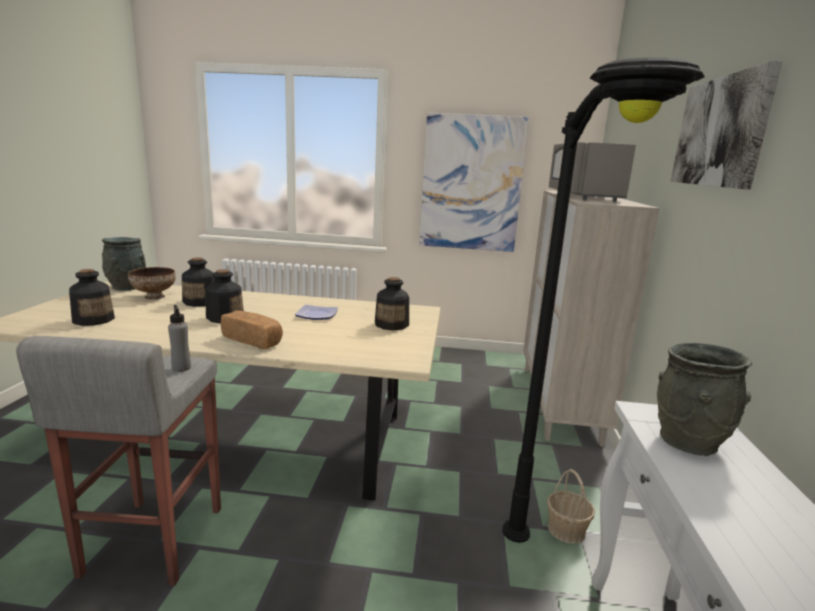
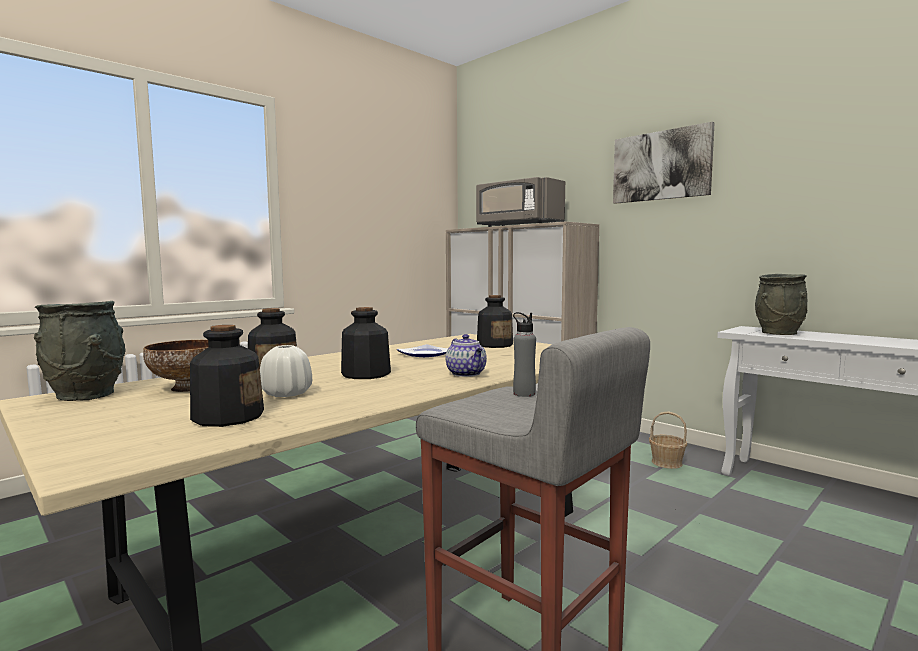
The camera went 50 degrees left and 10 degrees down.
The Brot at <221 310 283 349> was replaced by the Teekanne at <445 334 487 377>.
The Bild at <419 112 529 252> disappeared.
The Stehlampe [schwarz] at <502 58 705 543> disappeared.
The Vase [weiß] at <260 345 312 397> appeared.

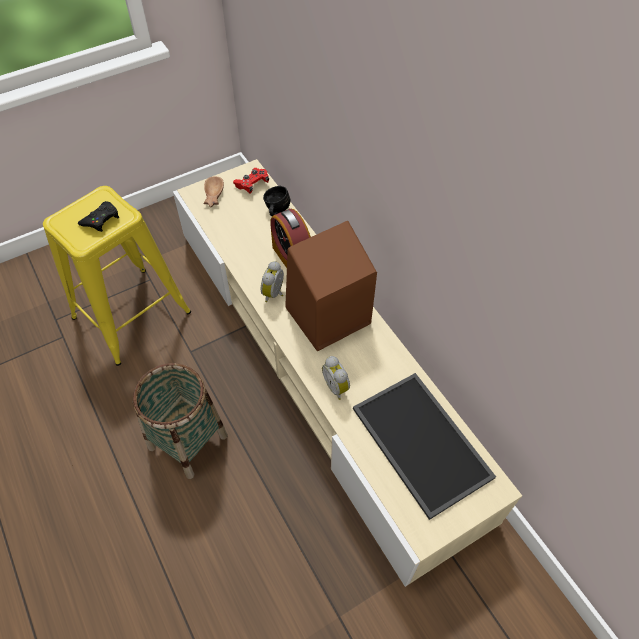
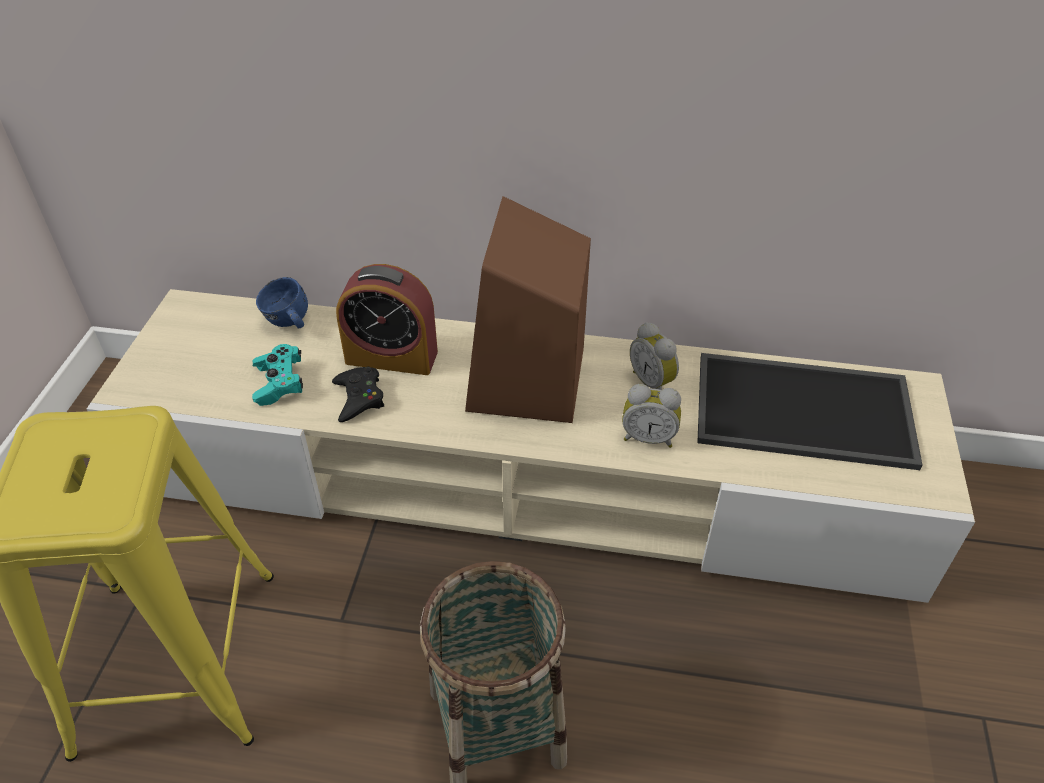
The camera went 50 degrees left and 10 degrees down.
The Gamepad [schwarz] moved from <78 201 119 232> to <332 367 384 422>.
The Schüssel [braun] at <203 177 224 208> disappeared.
The Gamepad [rot] at <233 168 269 194> disappeared.
The Wecker moved from <261 261 284 302> to <630 322 679 390>.
The Henkelbecher [schwarz] at <263 186 290 216> became the Henkelbecher [blau] at <256 277 308 329>.
The Gamepad [türkis] at <252 344 303 406> appeared.

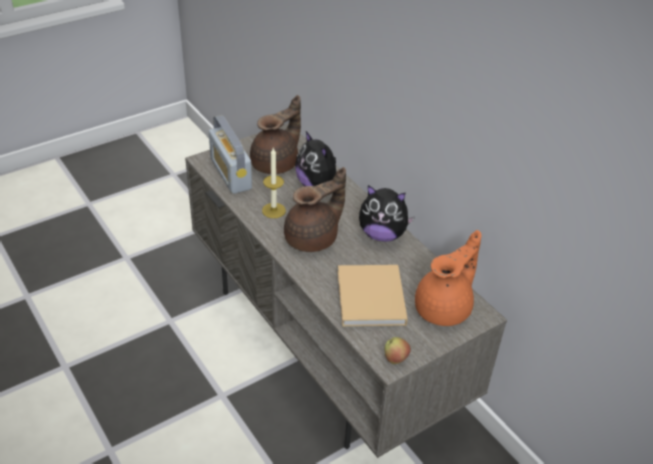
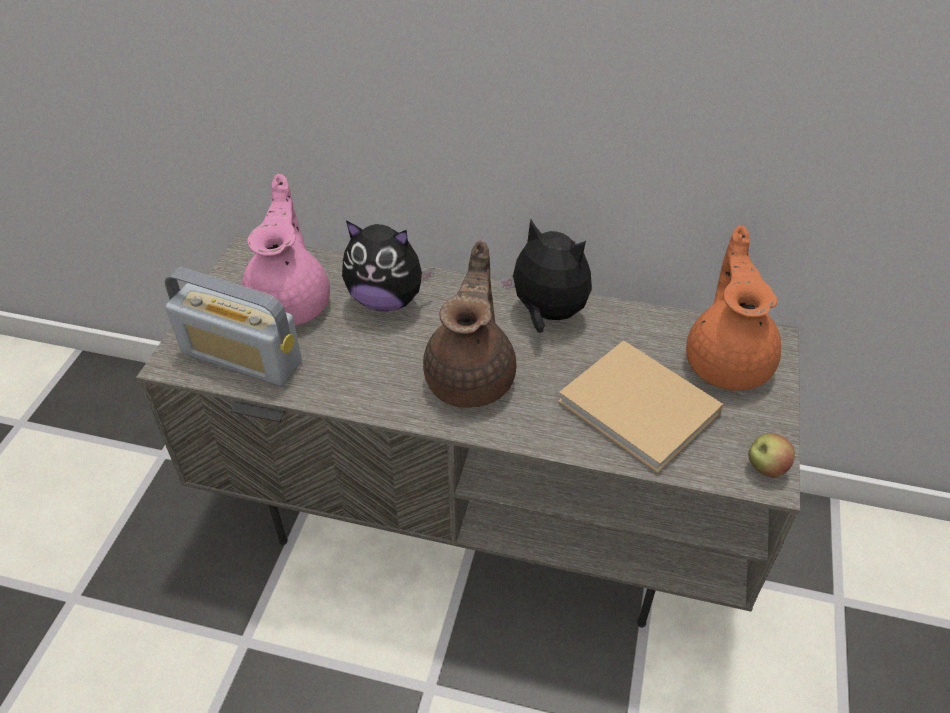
The camera went 40 degrees left and 5 degrees up.
The Teekanne [braun] at <250 95 301 174> became the Teekanne [rosa] at <242 174 330 326>.
The Kerze at <262 148 286 218> disappeared.
The Plüschtier at <359 185 415 242> turned 120 degrees counterclockwise.

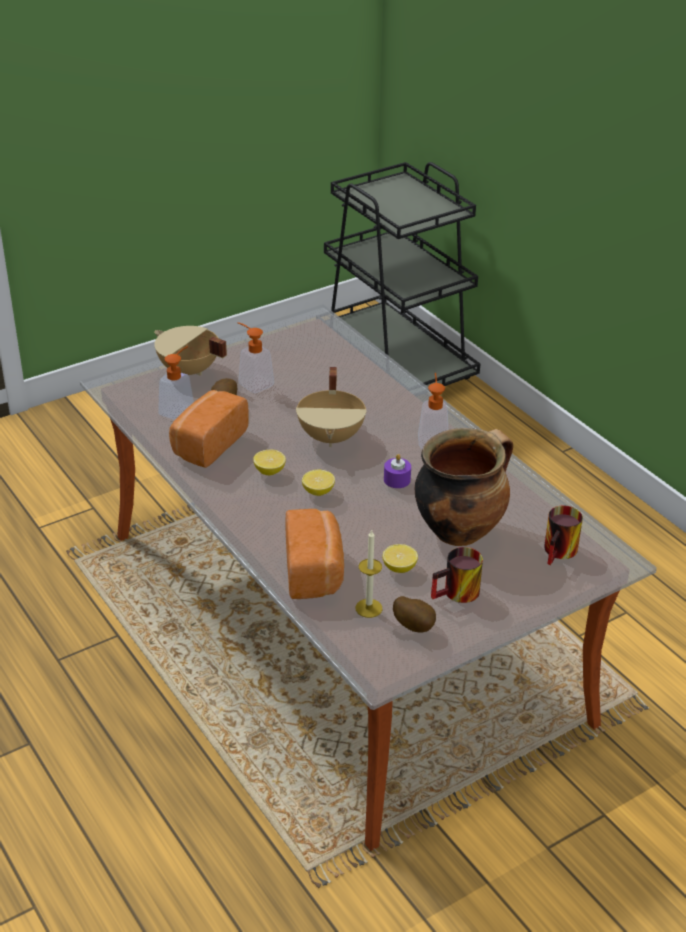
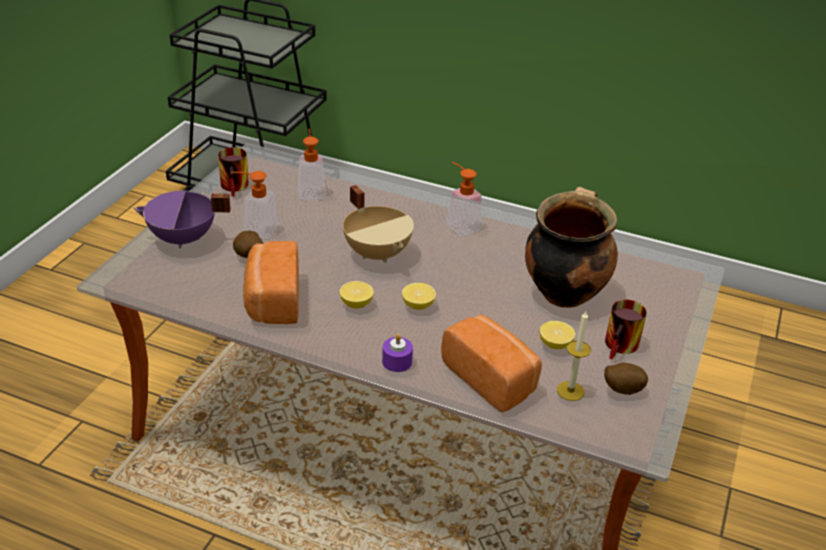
The camera went 35 degrees left and 0 degrees up.
The Kochtopf [beige] at <154 326 227 376> became the Kochtopf [lila] at <134 190 231 248>.
The Seifenspender moved from <158 346 194 420> to <298 129 326 200>.
The Kerze [lila] moved from <384 454 411 488> to <382 334 413 372>.
The Henkelbecher moved from <544 506 583 565> to <218 147 249 196>.

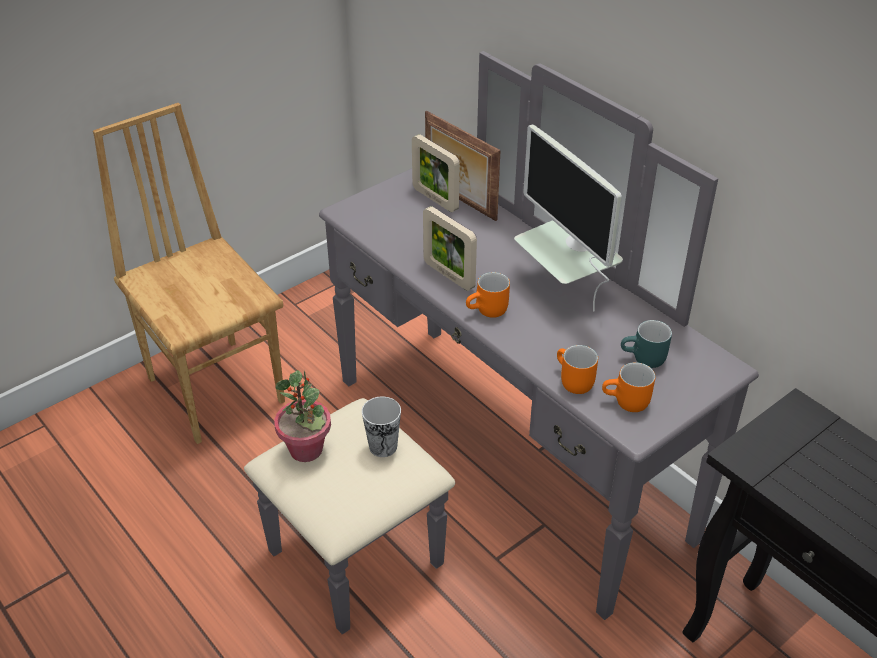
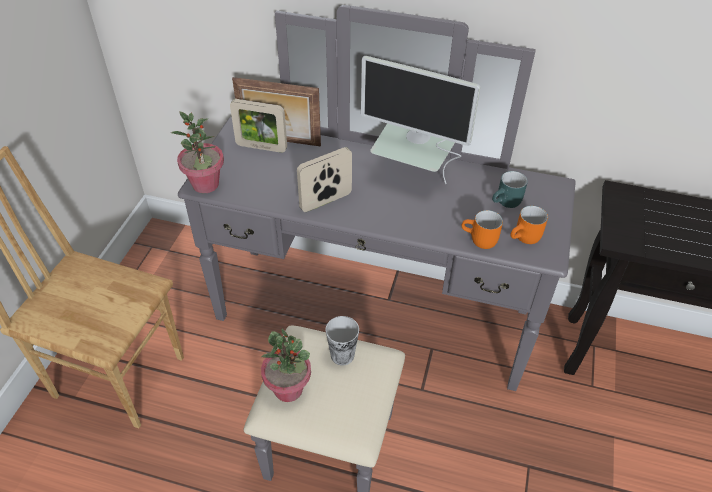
The camera went 35 degrees left and 5 degrees up.
The Bilderrahmen at <423 206 477 291> turned 135 degrees clockwise.
The Henkelbecher [orange] at <466 272 510 318> disappeared.
The Topfpflanze at <171 111 224 193> appeared.

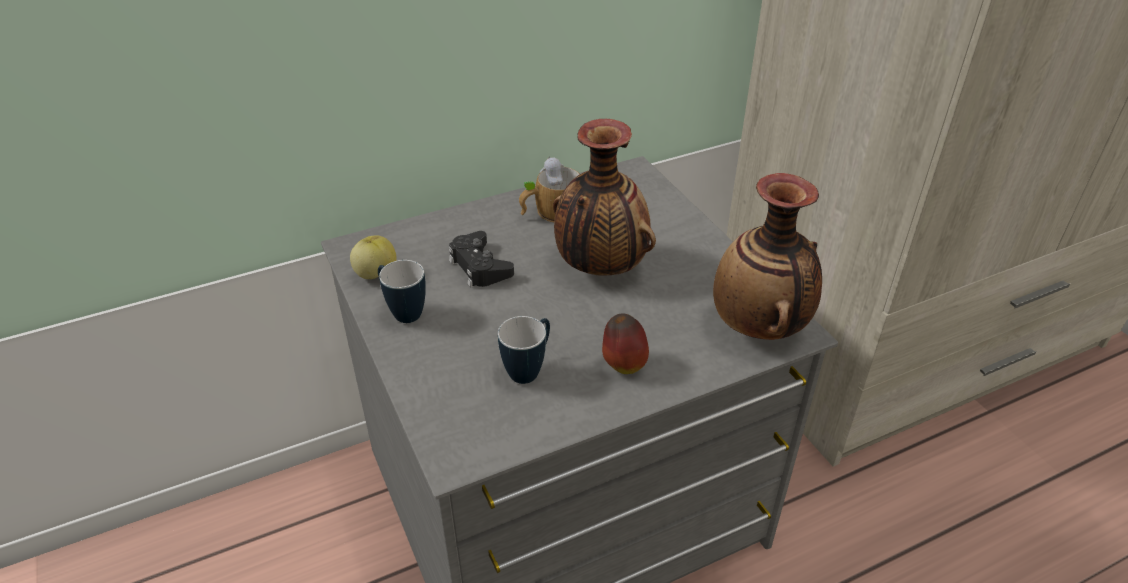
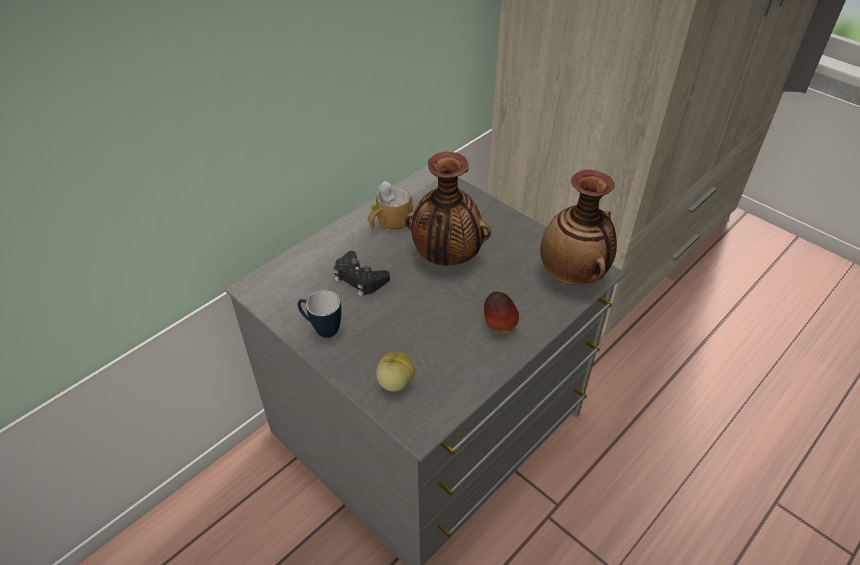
The camera went 20 degrees left and 5 degrees up.
The Apfel moved from <350 235 397 279> to <376 351 415 391>.
The Henkelbecher at <498 316 550 384> disappeared.

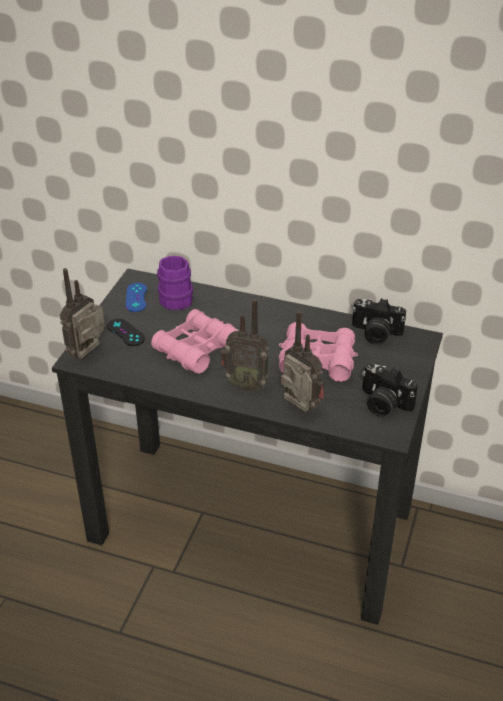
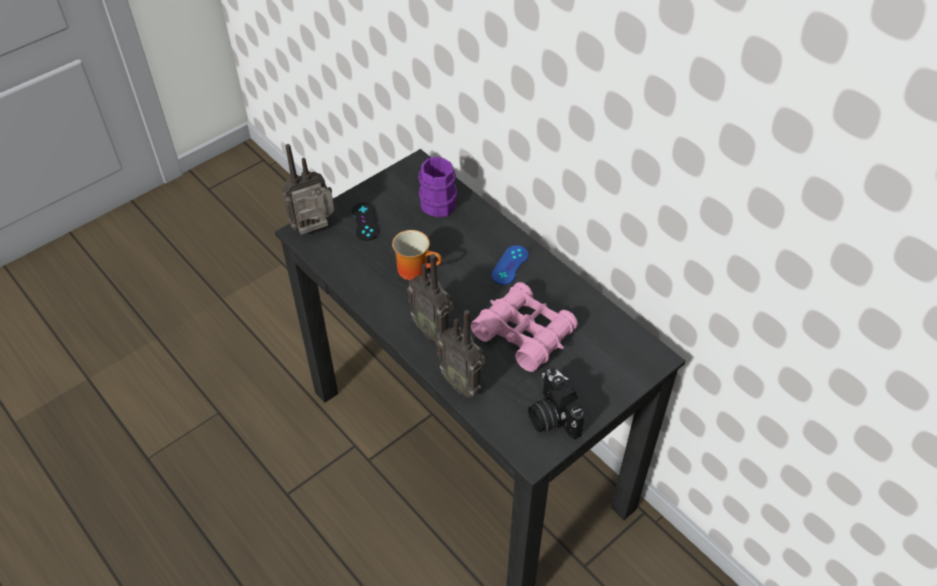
The camera went 30 degrees right and 10 degrees up.
The Gamepad [blau] moved from <126 283 147 312> to <491 245 528 285>.
The Fernglas [rosa] at <151 309 238 374> was replaced by the Henkelbecher at <392 230 442 280>.
The Radio at <281 311 325 412> turned 150 degrees clockwise.
The Kamera at <352 298 406 345> disappeared.

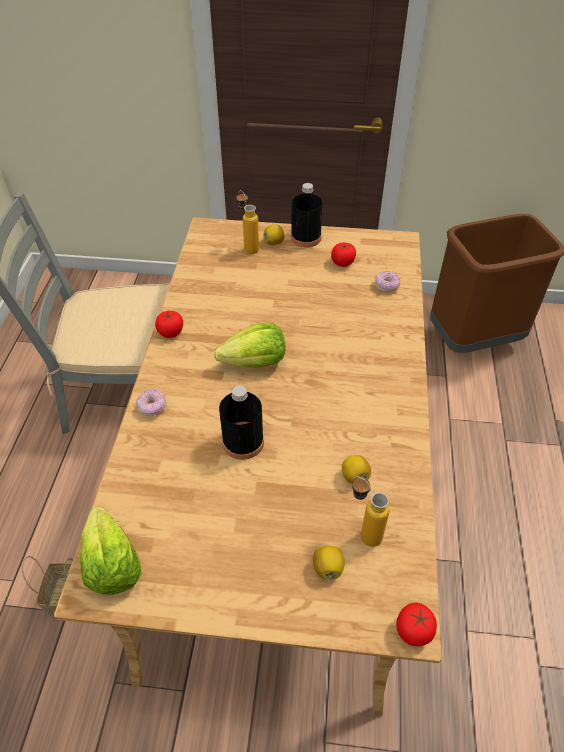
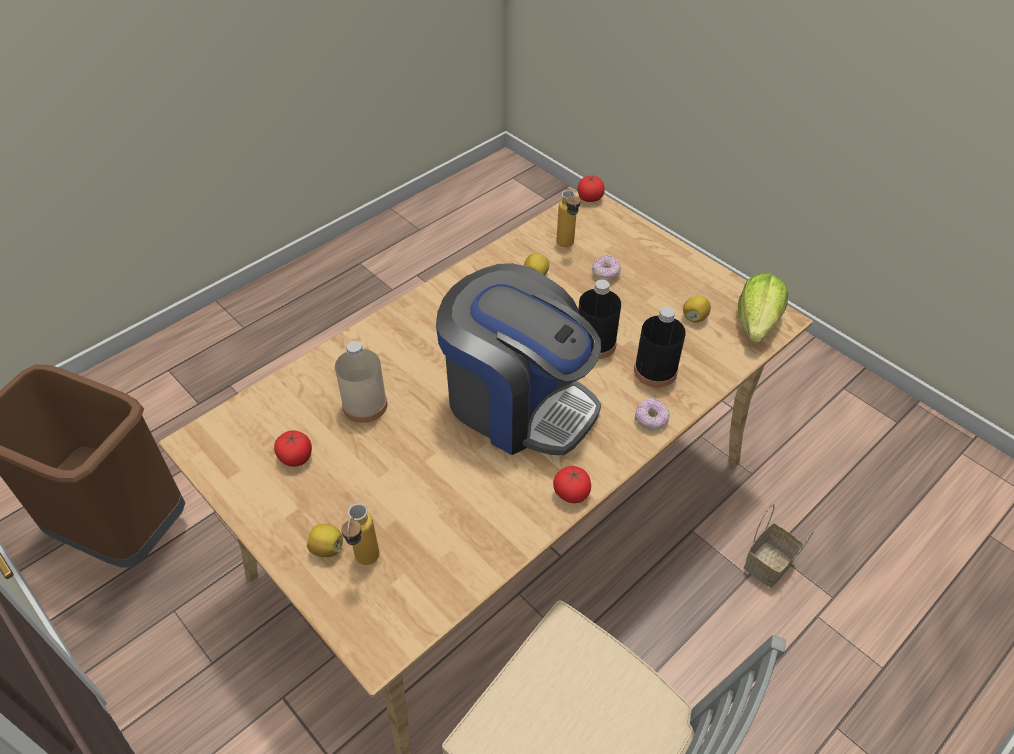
The camera went 140 degrees left and 0 degrees up.
The Salatkopf at <214 322 285 367> was replaced by the Kaffeemaschine at <436 263 601 455>.
The Flasche [schwarz] moved from <291 183 323 247> to <634 307 686 387>.
The Zitrone moved from <313 546 345 581> to <683 296 711 323>.
The Donut moved from <375 271 400 292> to <592 255 621 280>.
The Flasche [beige] at <335 341 387 423> appeared.

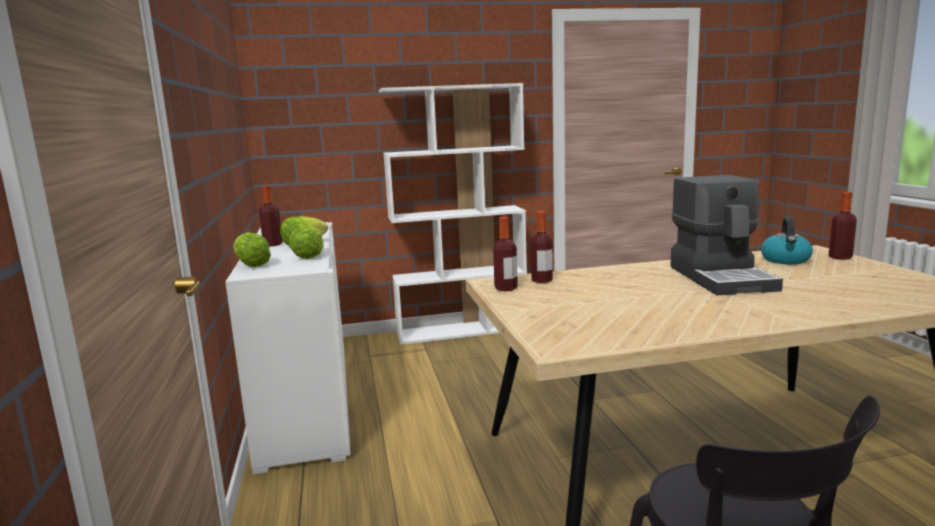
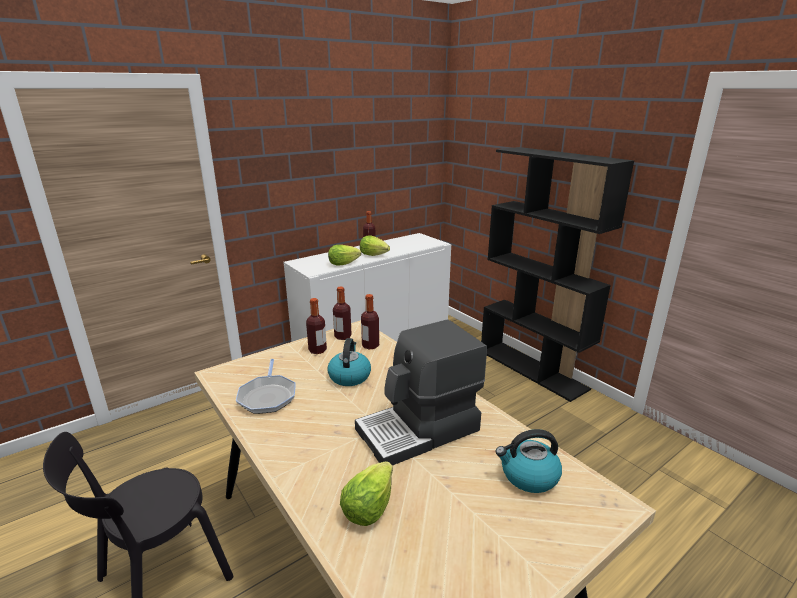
The camera went 65 degrees right and 10 degrees up.
The Salatkopf moved from <233 232 271 267> to <340 461 393 526>.
The Bücherregal [weiß] at <379 83 527 345> became the Bücherregal [schwarz] at <481 147 634 402>.
The Flasche moved from <829 192 857 260> to <306 298 327 354>.
The Pfanne at <236 359 296 414> appeared.
The Wasserkessel at <327 338 371 386> appeared.

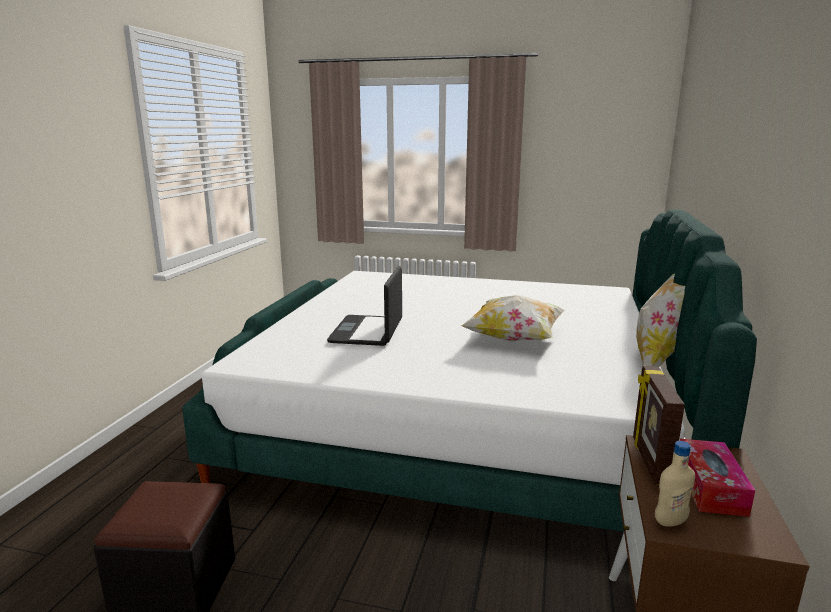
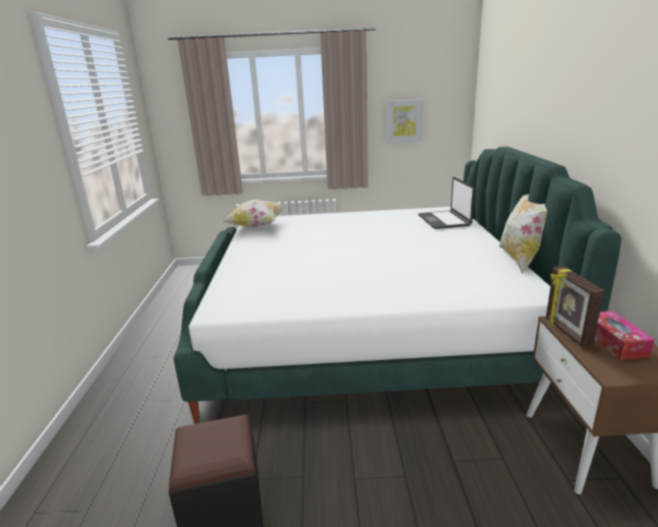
The camera went 15 degrees left and 5 degrees up.
The Laptop moved from <327 266 402 346> to <418 177 475 229>.
The Kissen moved from <461 295 565 341> to <222 200 285 228>.
The Flasche [beige] at <655 441 695 527> disappeared.
The Bild at <387 99 423 142> appeared.

